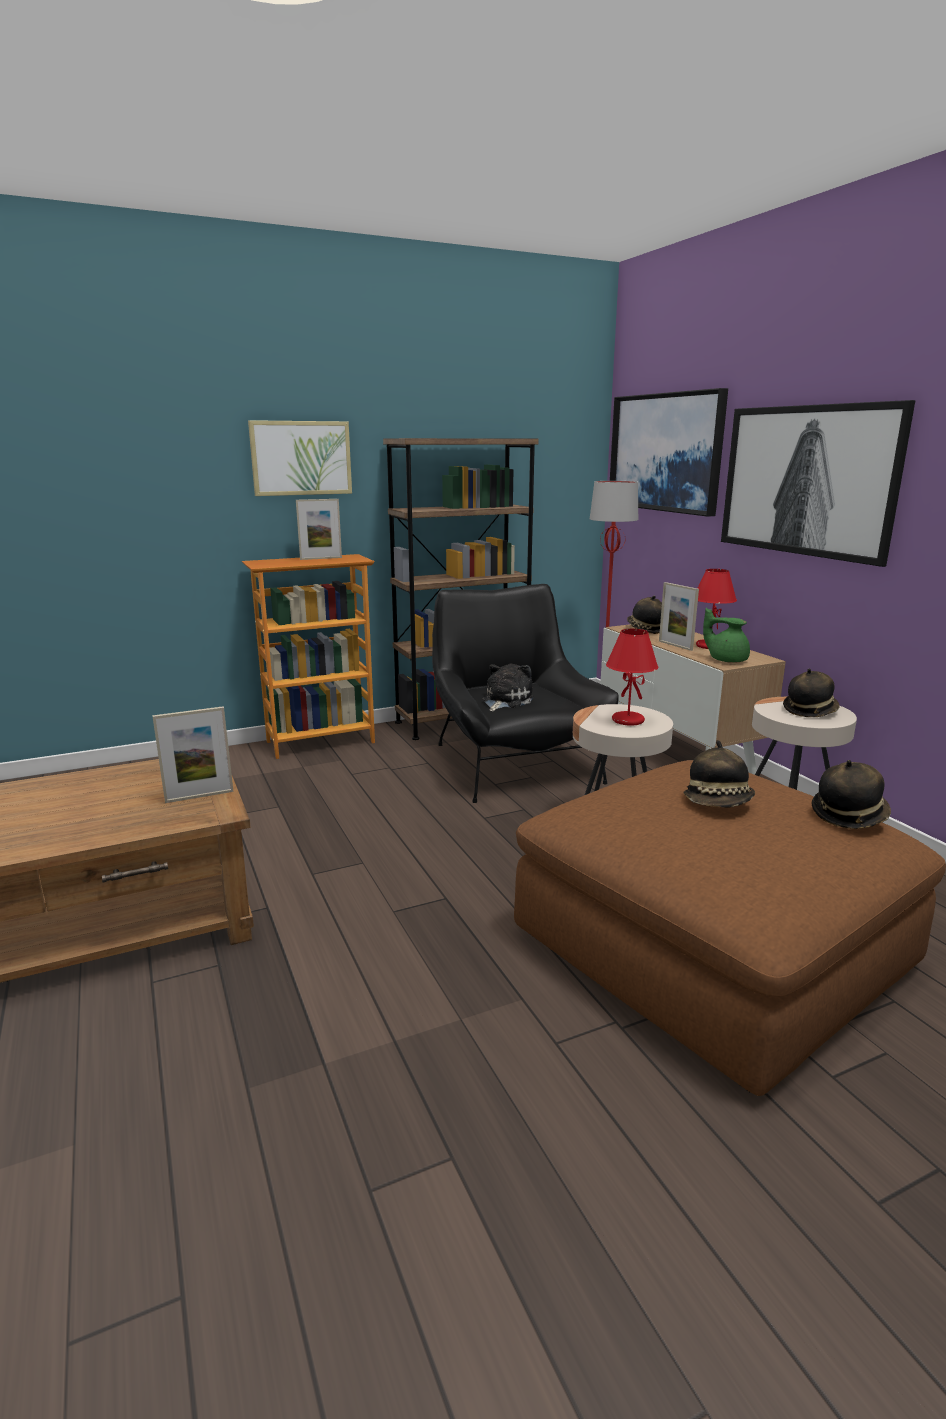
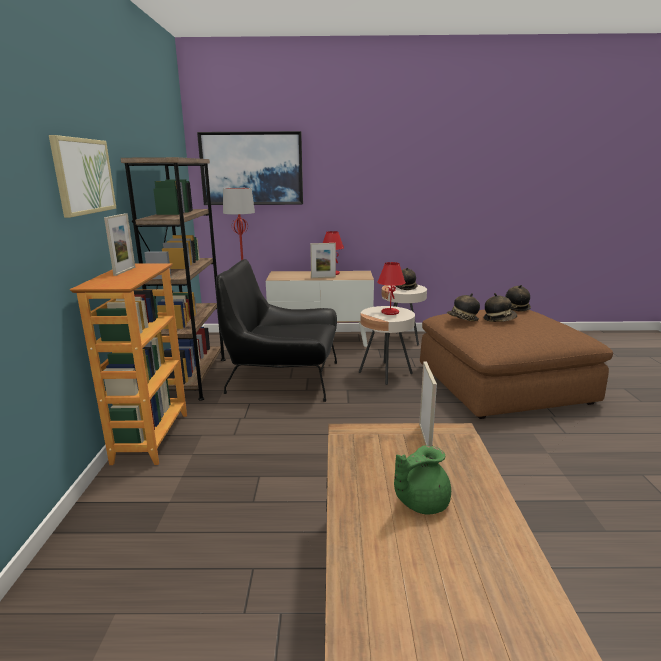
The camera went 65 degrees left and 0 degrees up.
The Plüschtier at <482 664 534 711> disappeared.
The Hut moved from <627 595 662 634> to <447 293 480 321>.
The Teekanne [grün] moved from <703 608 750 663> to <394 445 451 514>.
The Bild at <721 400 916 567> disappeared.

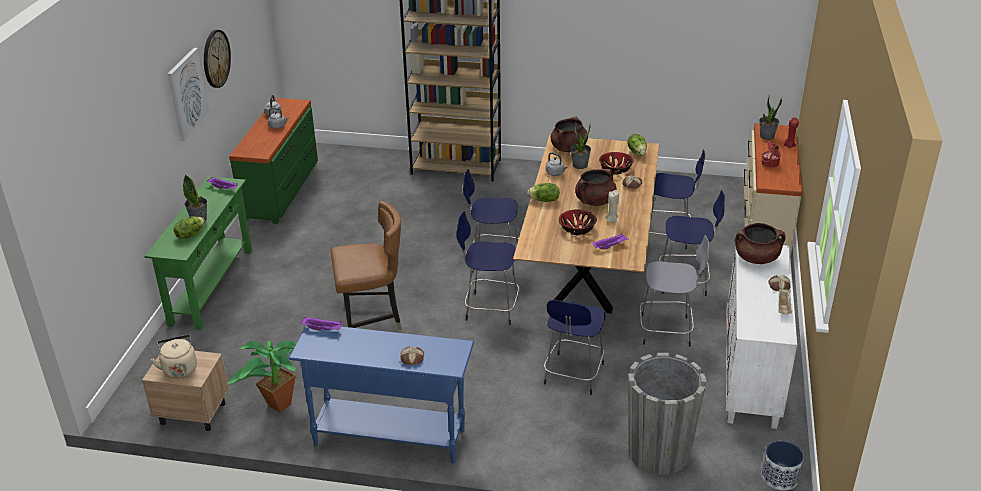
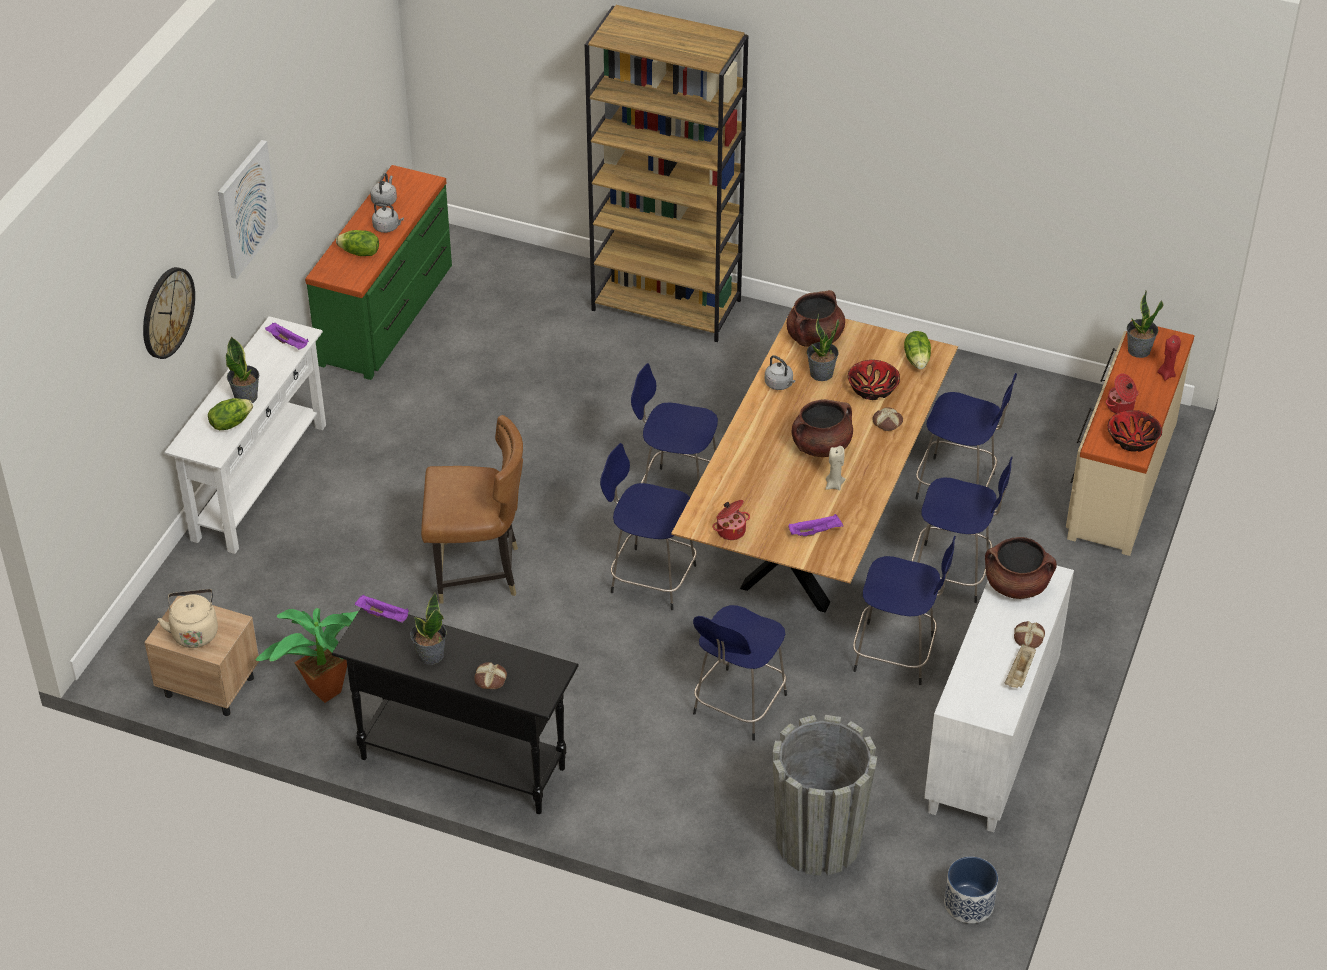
The camera went 10 degrees right and 10 degrees up.
The Konsolentisch [grün] at <144 176 252 330> became the Konsolentisch [weiß] at <164 316 326 554>.
The Wanduhr moved from <204 30 231 88> to <143 267 195 359>.
The Konsolentisch [blau] at <289 326 474 463> became the Konsolentisch [schwarz] at <332 608 579 814>.
The Salatkopf moved from <527 183 560 202> to <336 230 379 256>.
The Schüssel moved from <559 209 597 235> to <1108 410 1162 452>.
The Hocker [grau] at <640 235 709 347> became the Hocker [blau] at <853 536 956 685>.
The Topfpflanze at <410 593 447 665> appeared.
The Kochtopf at <713 500 750 540> appeared.

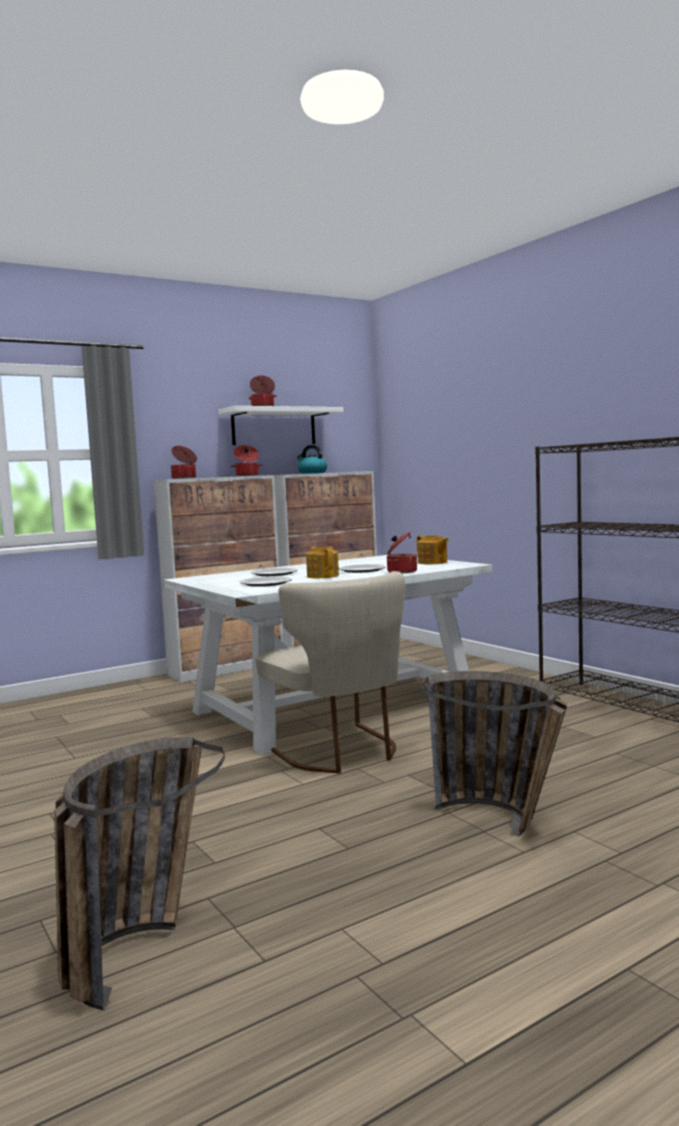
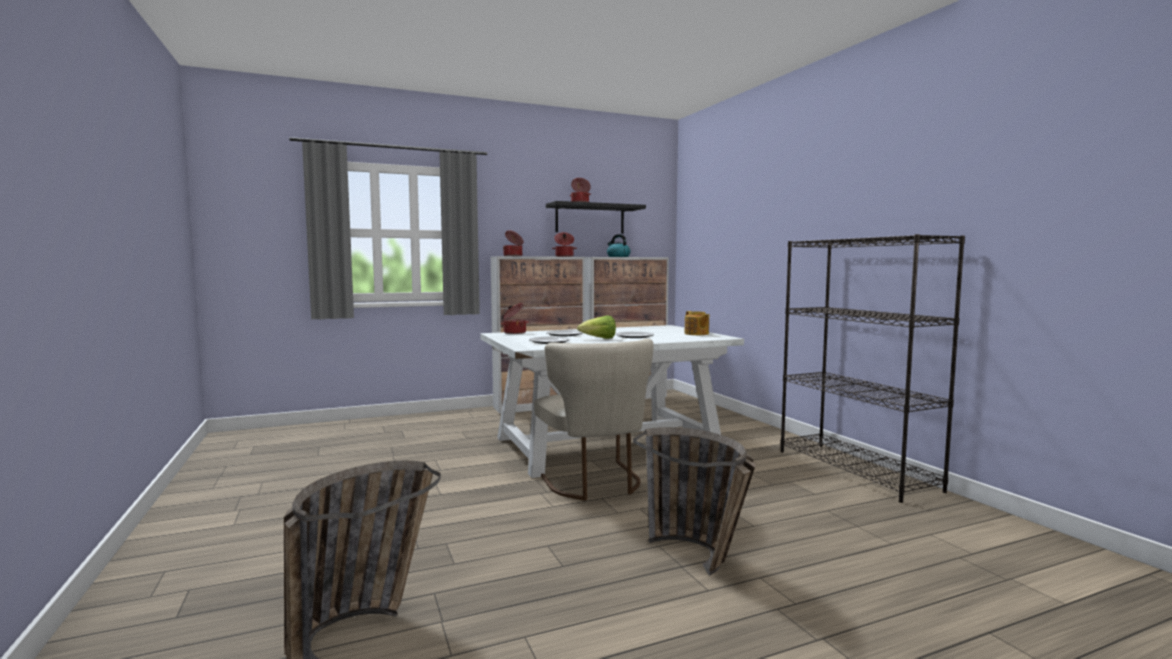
The camera went 10 degrees right and 0 degrees up.
The Wandregal [weiß] at <218 406 344 445> became the Wandregal [schwarz] at <546 201 646 234>.
The Teekanne at <306 546 339 578> was replaced by the Salatkopf at <577 315 616 339>.
The Kochtopf moved from <387 531 417 573> to <500 303 528 334>.

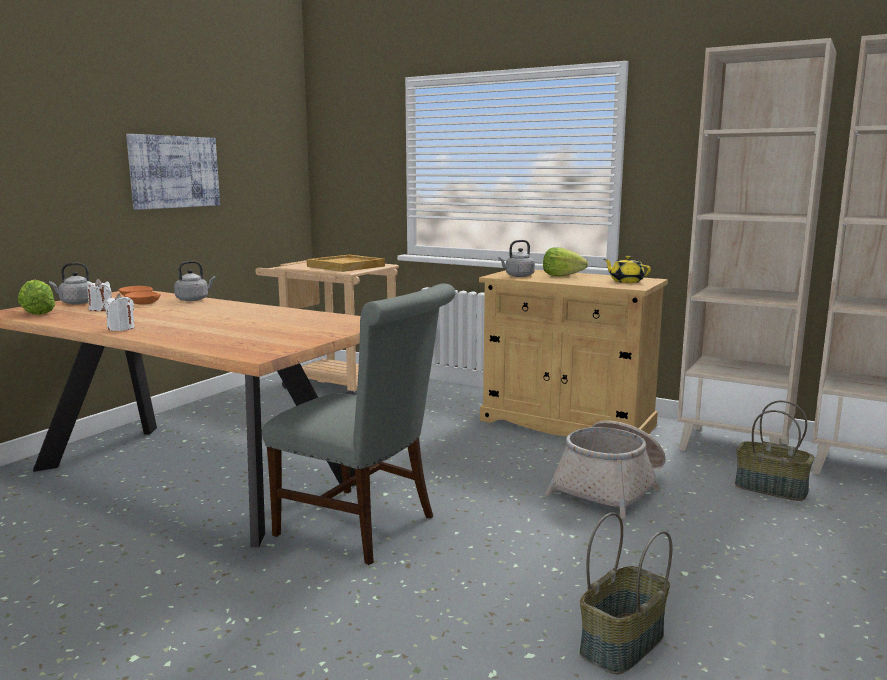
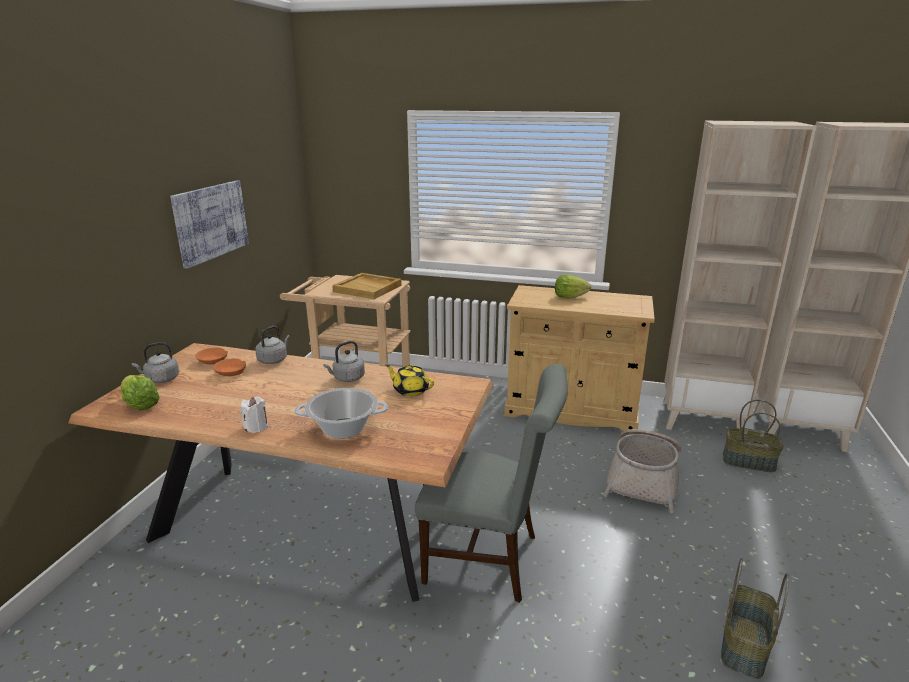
The camera went 15 degrees left and 10 degrees up.
The Kerze [weiß] at <87 278 112 311> disappeared.
The Wasserkessel [grau] moved from <498 240 535 277> to <323 341 365 382>.
The Teekanne [gelb] moved from <604 256 651 283> to <385 365 434 397>.
The Kochtopf at <295 388 389 439> appeared.

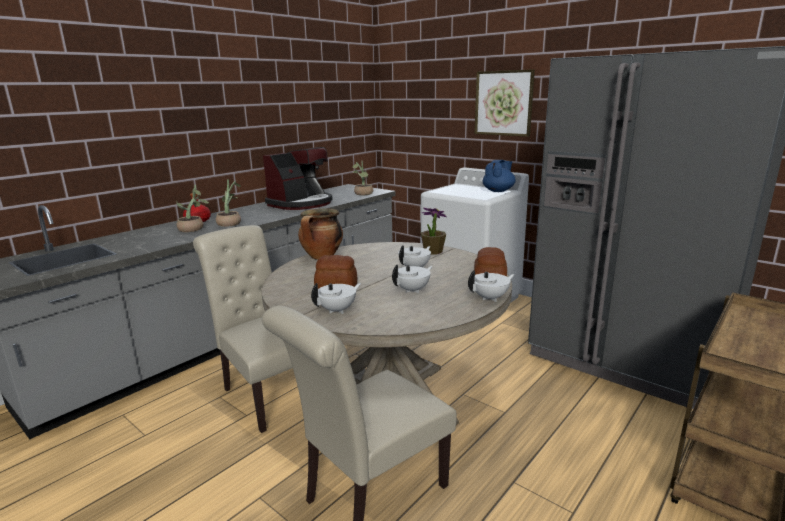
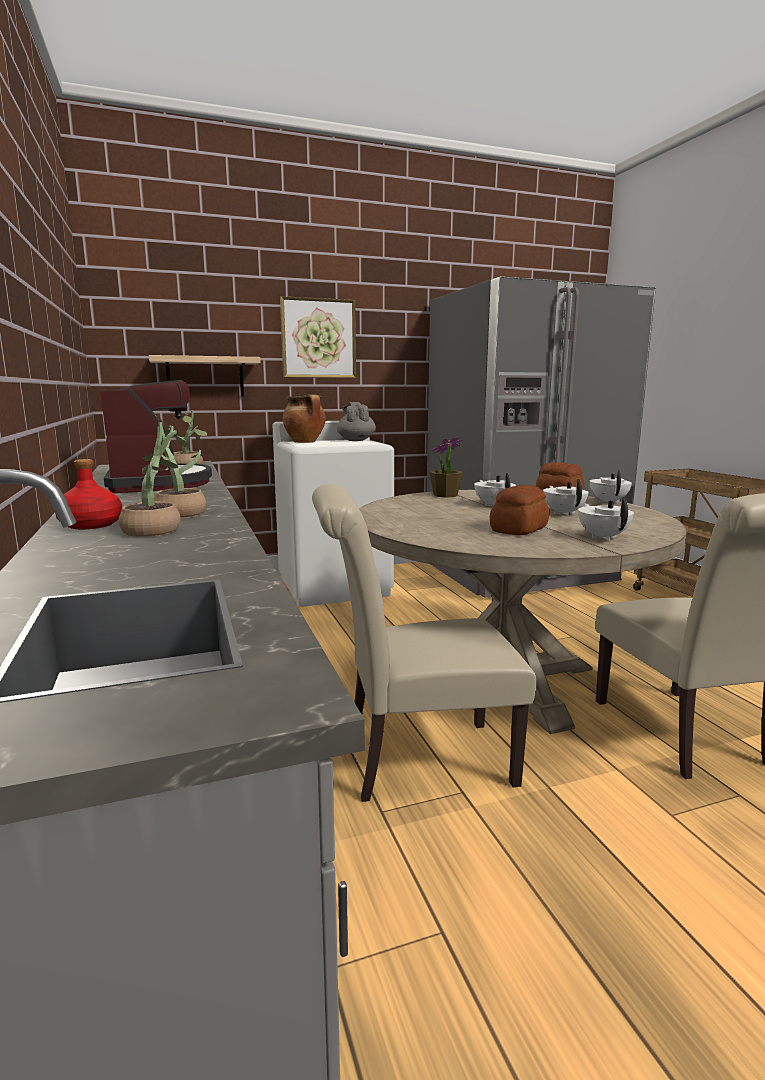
The camera went 60 degrees left and 5 degrees down.
The Kochtopf moved from <298 208 343 260> to <283 394 326 443>.
The Teekanne [blau] at <483 160 516 192> became the Teekanne [grau] at <337 402 376 441>.
The Wandregal at <149 355 261 396> appeared.

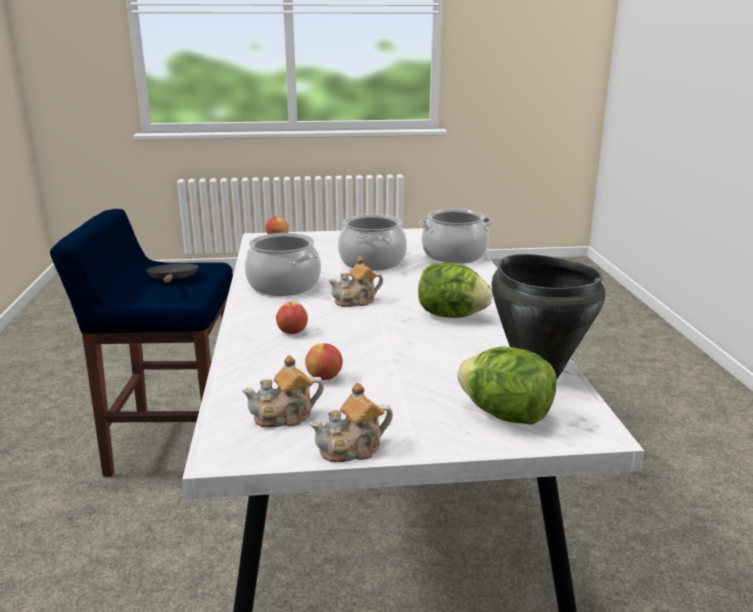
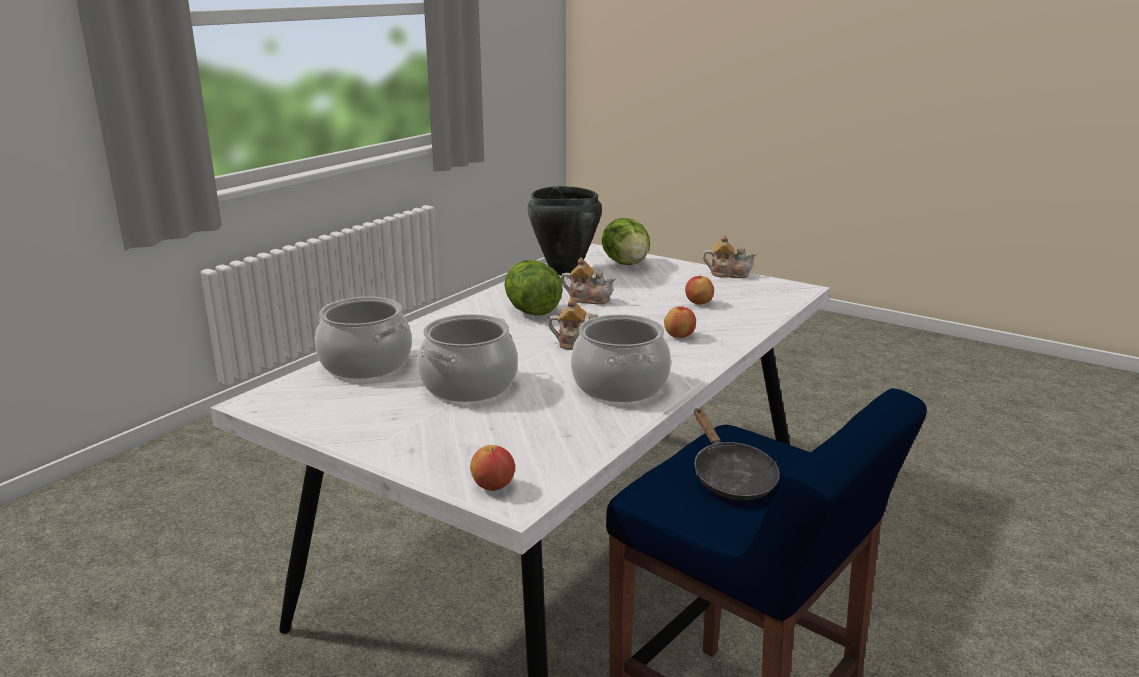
The camera went 140 degrees left and 0 degrees up.
The Pfanne [schwarz] at <146 264 199 283> turned 45 degrees counterclockwise.
The Teekanne moved from <242 355 324 427> to <561 257 616 305>.

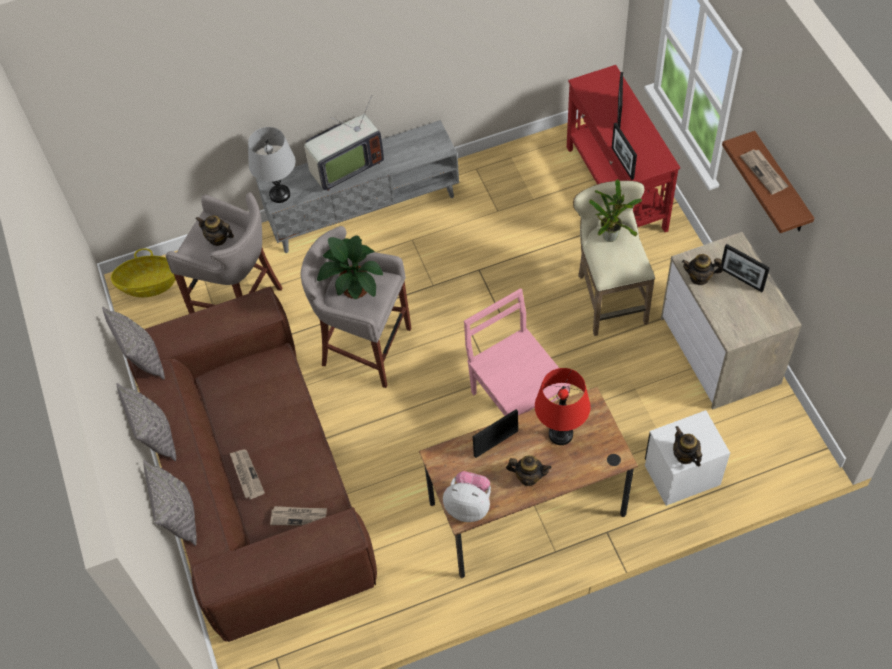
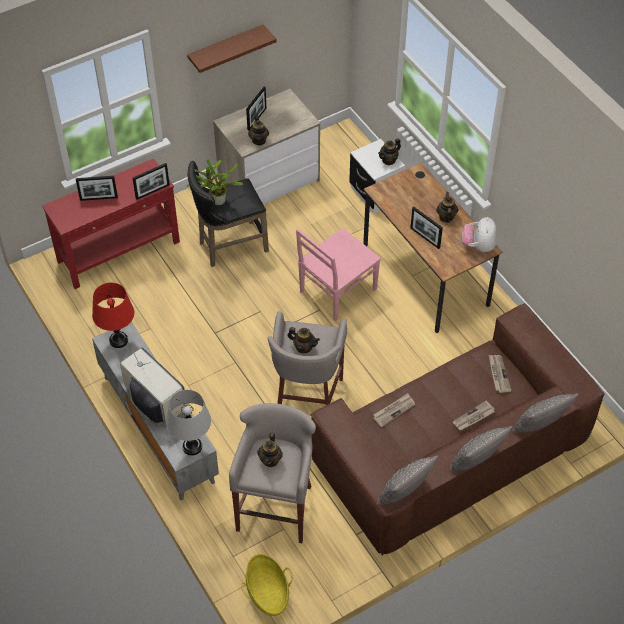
The camera went 105 degrees left and 5 degrees down.
The Topfpflanze at <317 235 383 299> was replaced by the Teekanne at <287 327 320 353>.
The Tischlampe [rot] moved from <535 368 590 445> to <92 283 134 348>.
The Hocker [beige] at <573 181 655 336> became the Hocker [schwarz] at <188 161 269 267>.
The Zeitung moved from <740 149 788 194> to <374 393 415 427>.

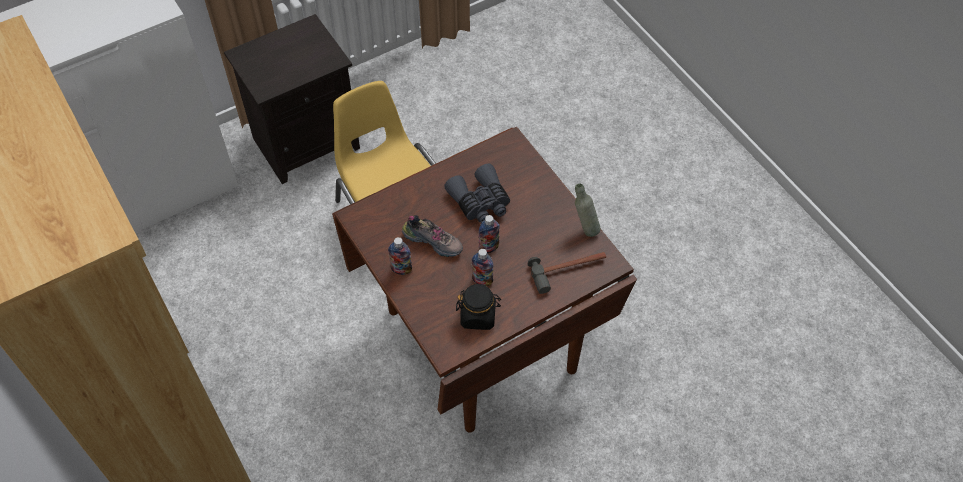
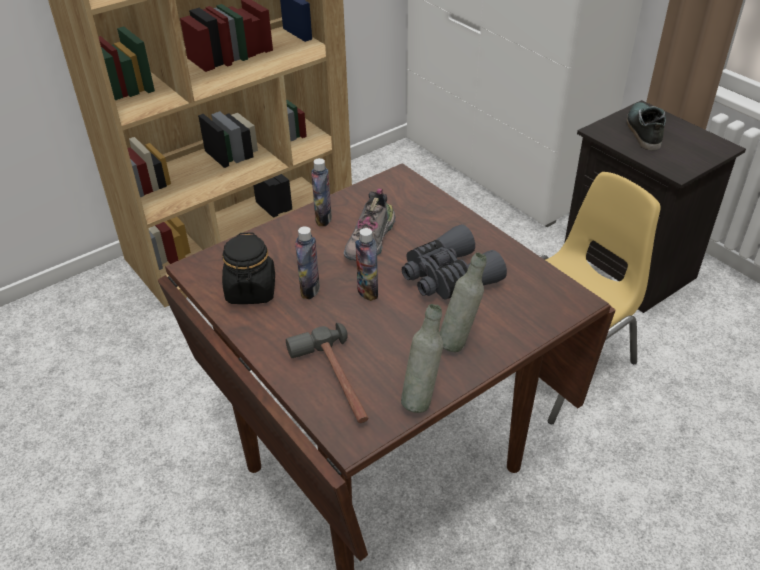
The camera went 85 degrees right and 15 degrees down.
The Flasche [grau] at <440 253 487 352> appeared.
The Schuh at <627 102 666 151> appeared.

